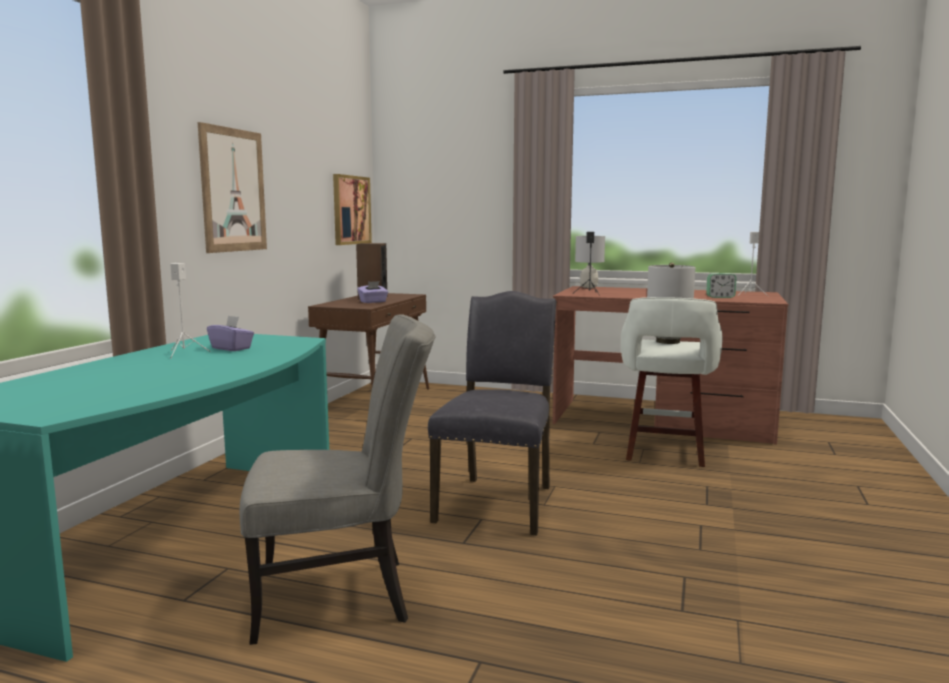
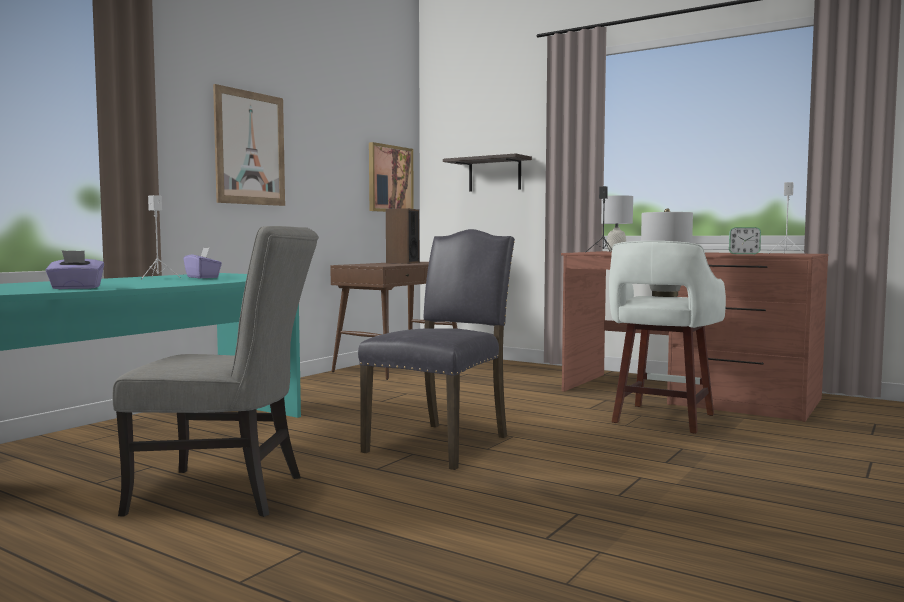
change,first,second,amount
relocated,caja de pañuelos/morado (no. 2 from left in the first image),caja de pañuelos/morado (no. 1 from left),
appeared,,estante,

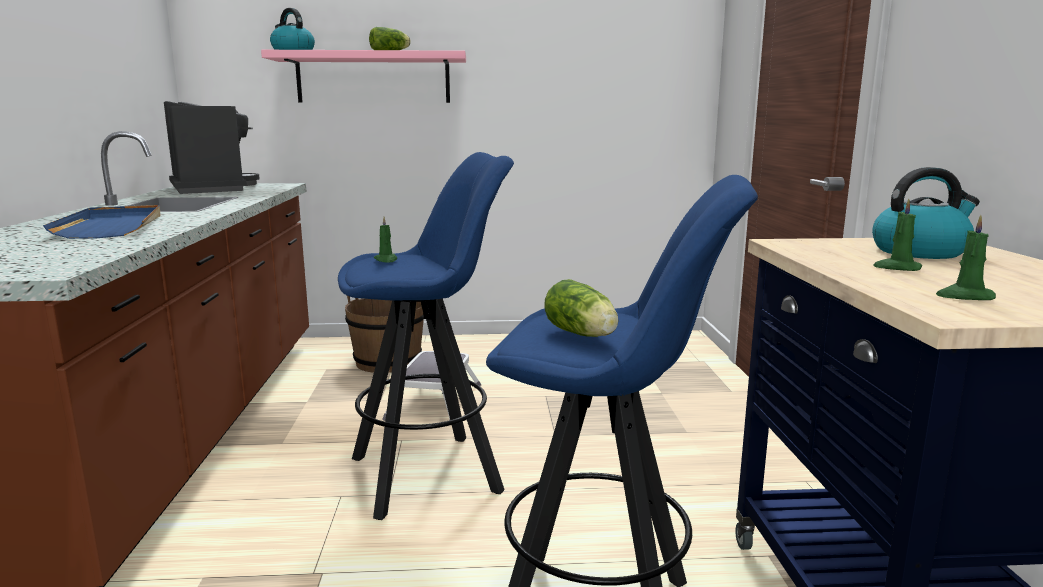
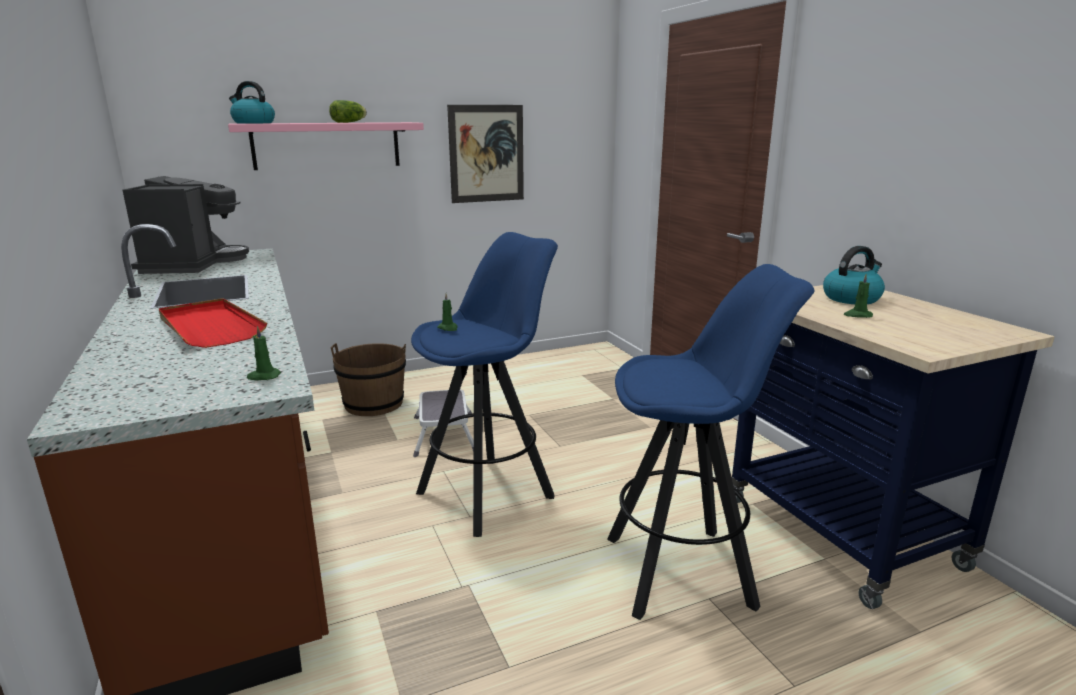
change,first,second,amount
colour,bandeja/azul,bandeja/rojo,
spun,cafetera,,45 degrees clockwise
missing,lechuga (no. 2 from left),,
relocated,vela/verde (no. 3 from left in the first image),vela/verde (no. 1 from left),
appeared,,cuadro,

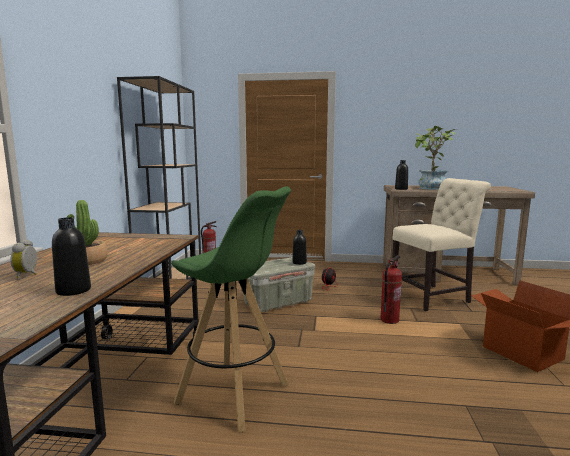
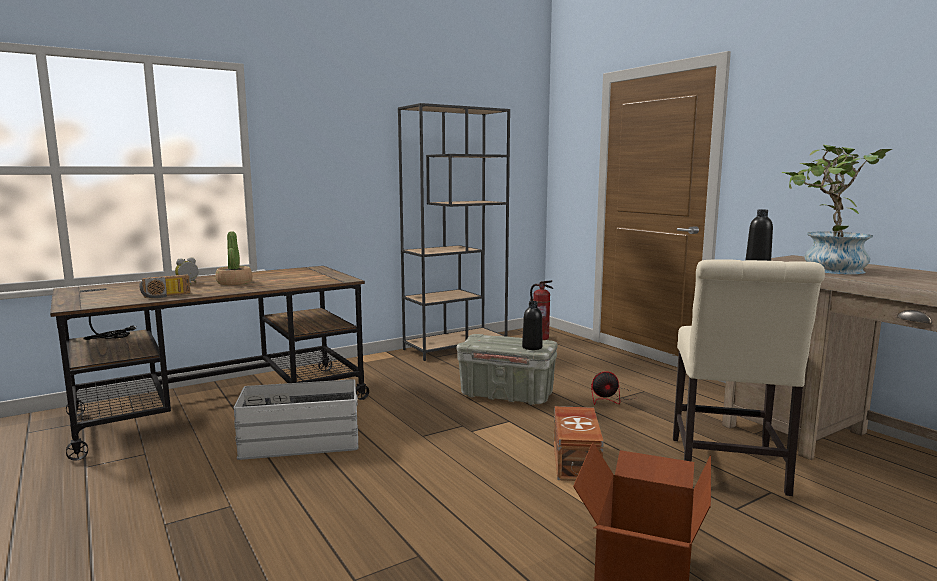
change,first,second,amount
exchanged,botella/negro (no. 1 from left),radio,
exchanged,taburete/verde,caja de almacenaje/gris (no. 1 from left),
exchanged,extintor (no. 2 from left),caja de almacenaje/marrón,
spun,silla/beis,,75 degrees clockwise

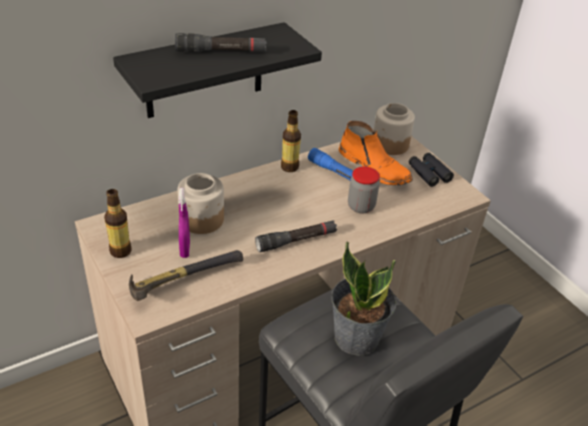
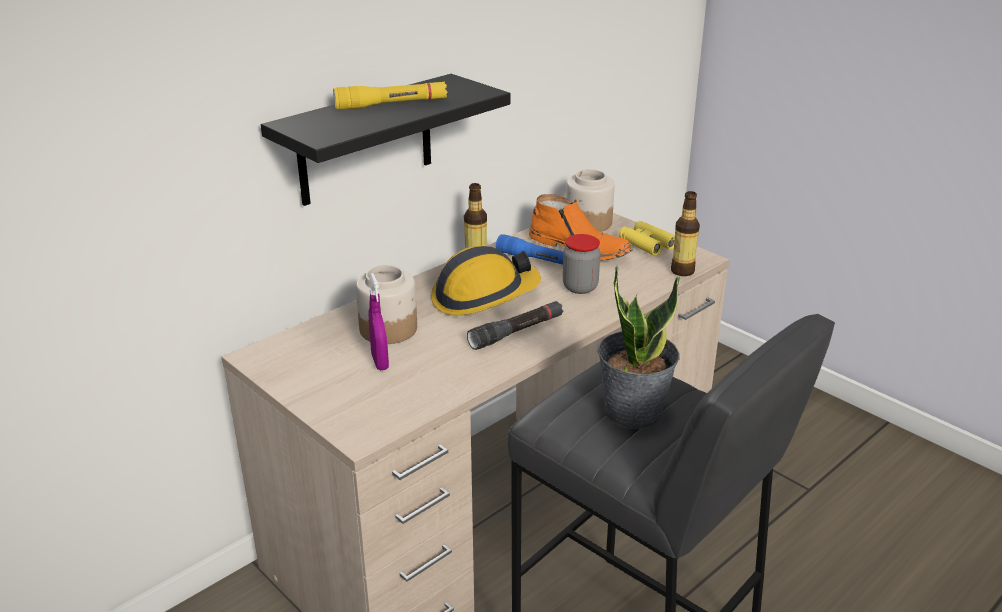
change,first,second,amount
relocated,botella (no. 1 from left in the first image),botella (no. 2 from left),
missing,martillo,,
colour,linterna/negro (no. 1 from left),linterna/amarillo,
colour,prismáticos/negro,prismáticos/amarillo,
appeared,,casco,

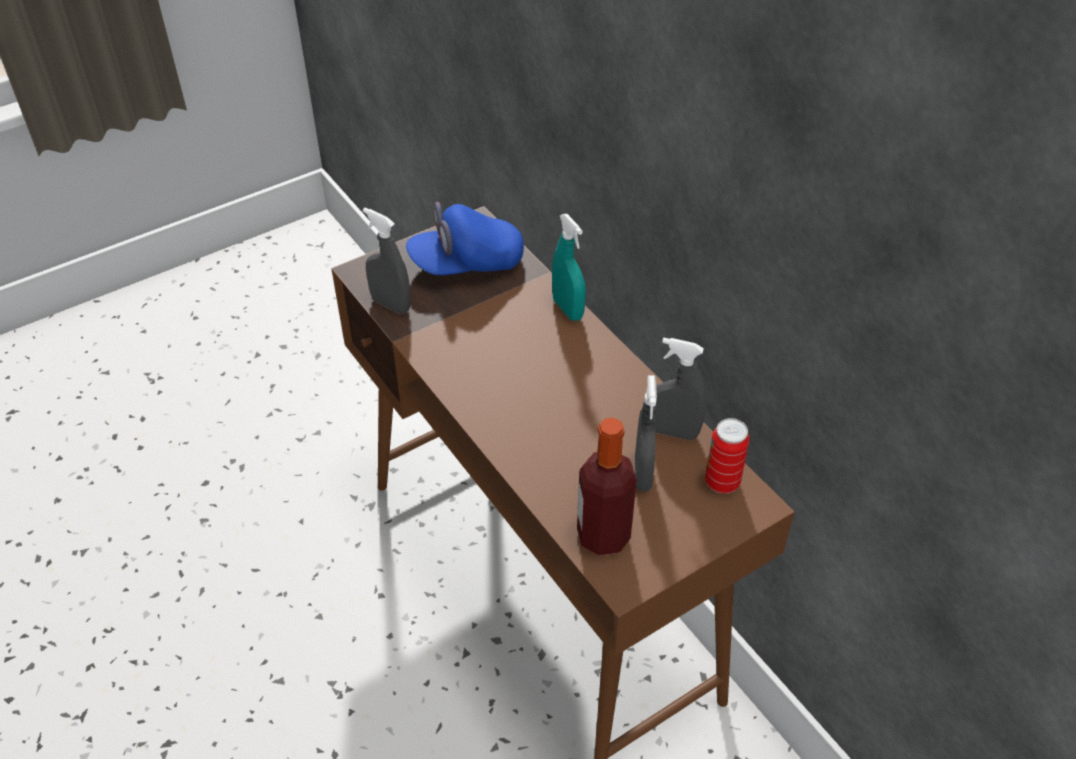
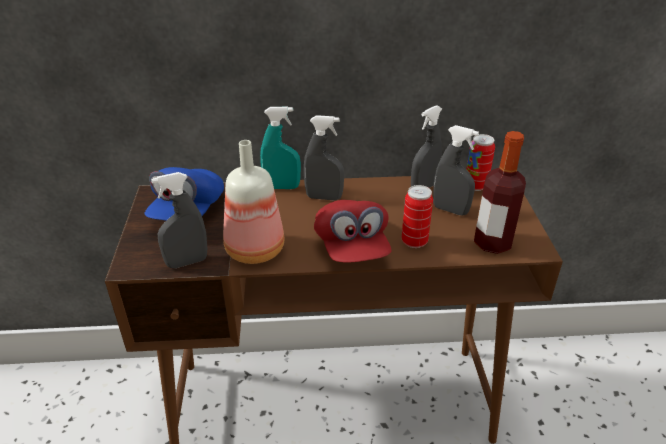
change,first,second,amount
appeared,,botella (no. 1 from left),
appeared,,pulverizador/gris (no. 2 from left),
appeared,,gorra/rojo,
appeared,,lata (no. 1 from left),

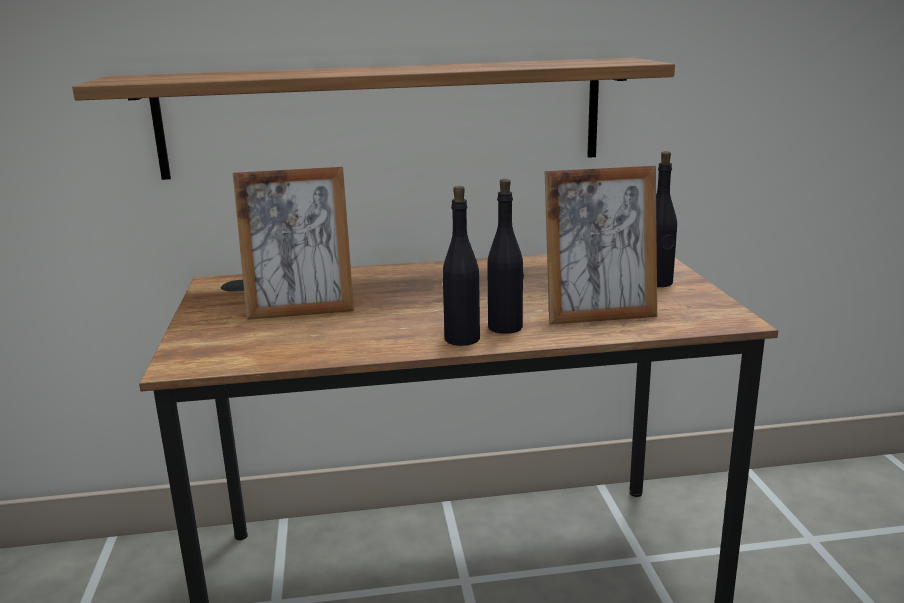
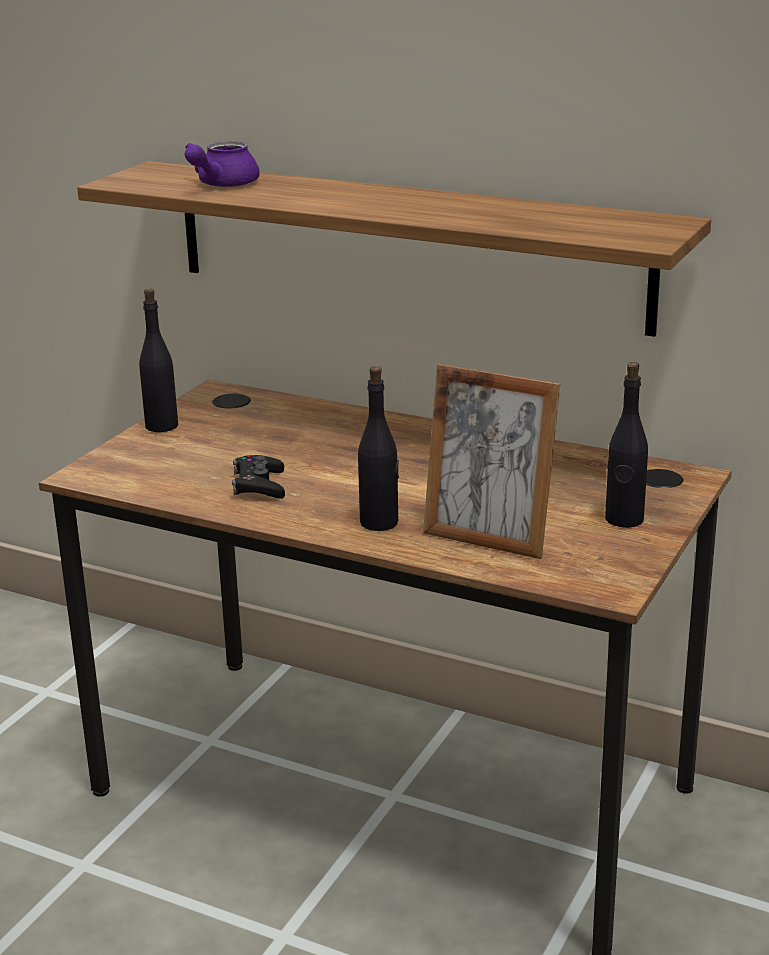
change,first,second,amount
missing,portarretratos (no. 1 from left),,
relocated,botella/negro (no. 1 from left),,
appeared,,tetera/morado,
appeared,,mando de consola/negro,

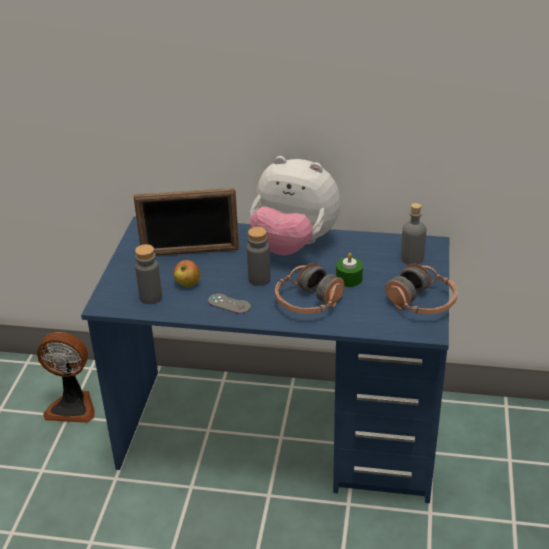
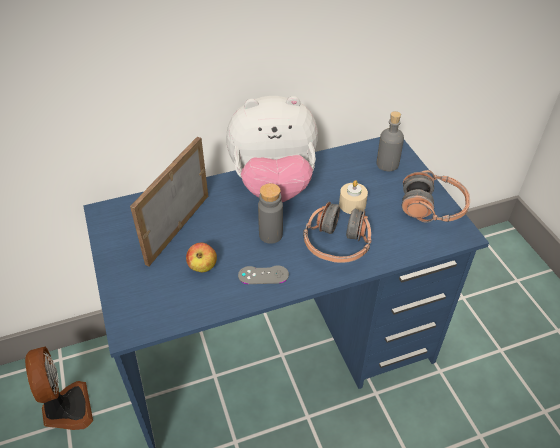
change,first,second,amount
spun,ventilador,,90 degrees counterclockwise
spun,portarretratos,,150 degrees clockwise
missing,botella/gris (no. 1 from left),,
colour,vela/verde,vela/beis,

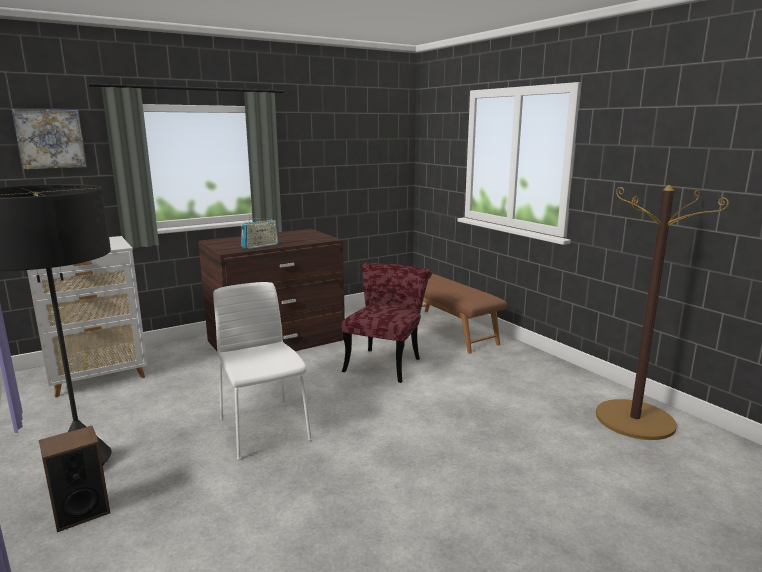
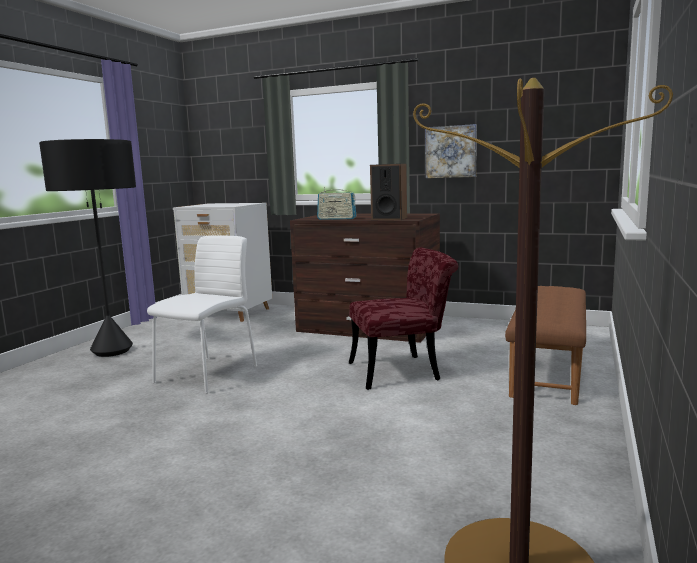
change,first,second,amount
relocated,cuadro,,
relocated,altavoz,,

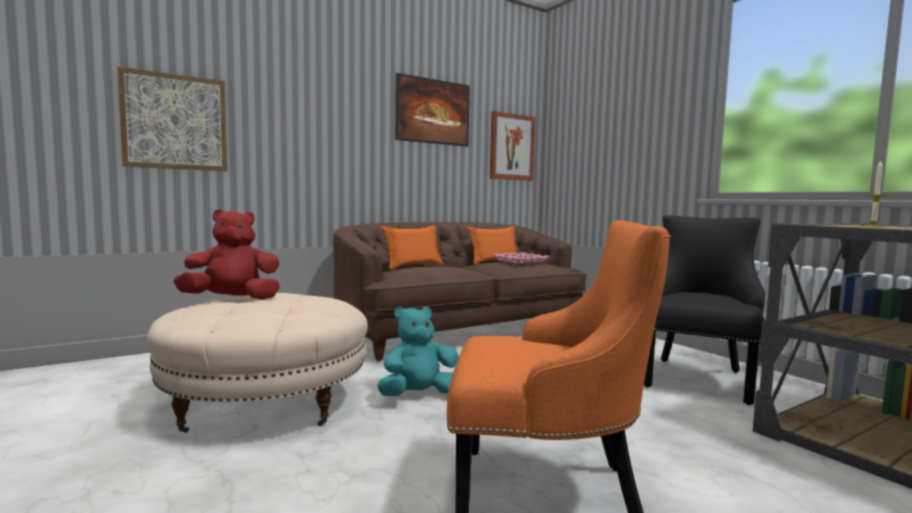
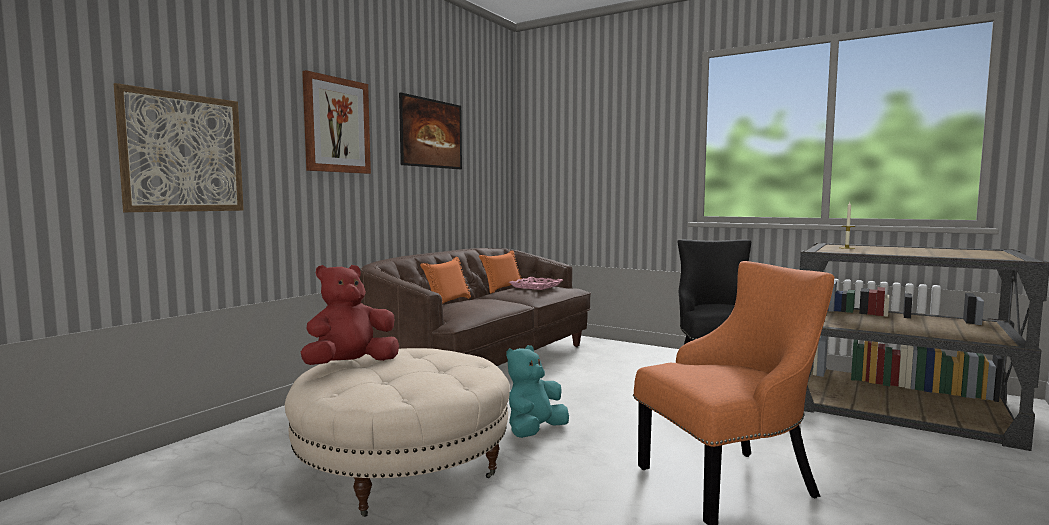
change,first,second,amount
relocated,cuadro (no. 3 from left in the first image),cuadro (no. 2 from left),

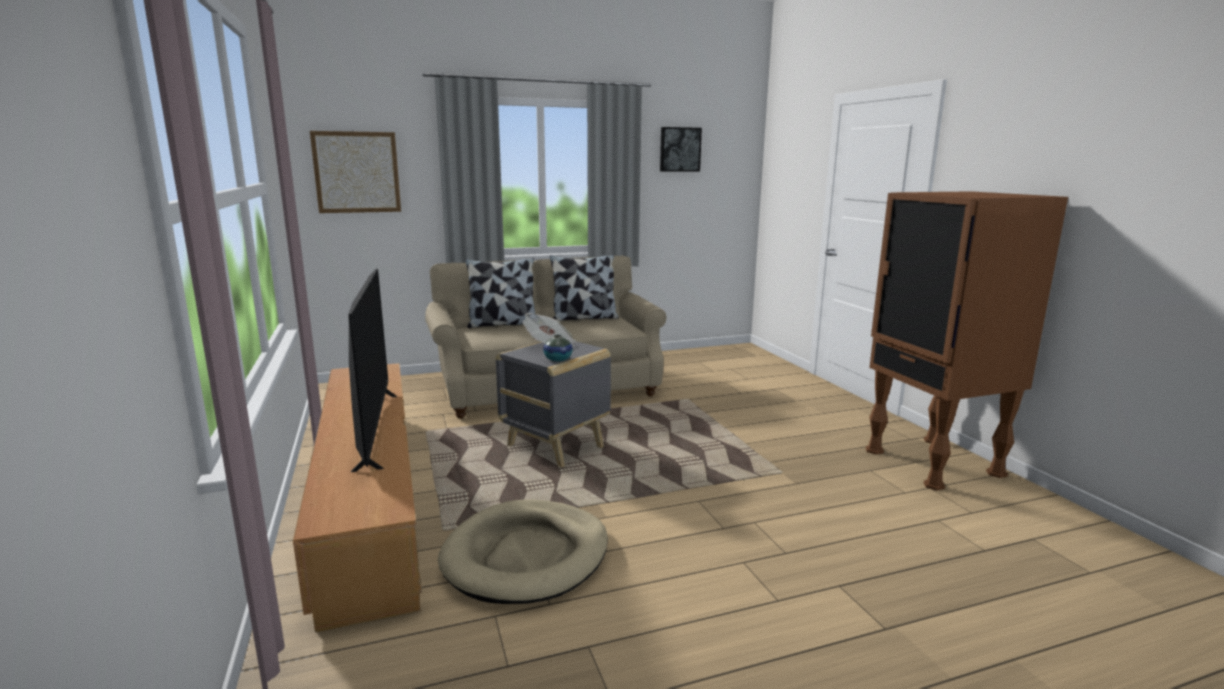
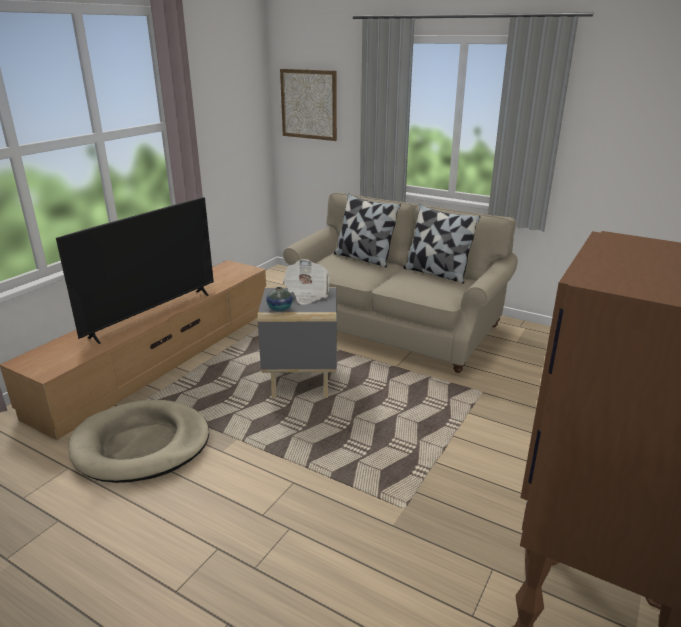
change,first,second,amount
missing,cuadro (no. 2 from left),,

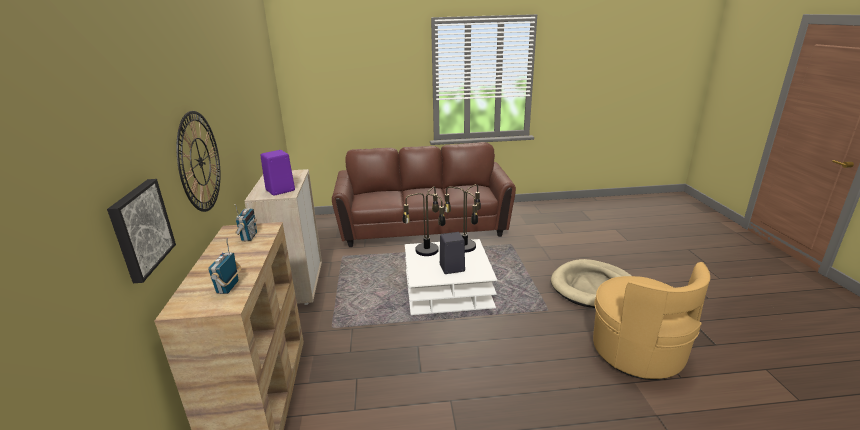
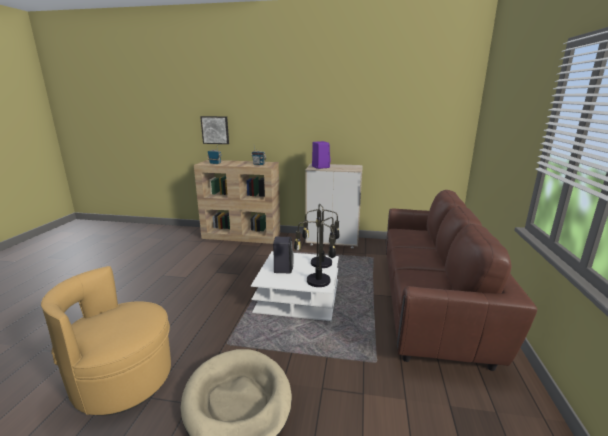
change,first,second,amount
missing,reloj de pared,,

